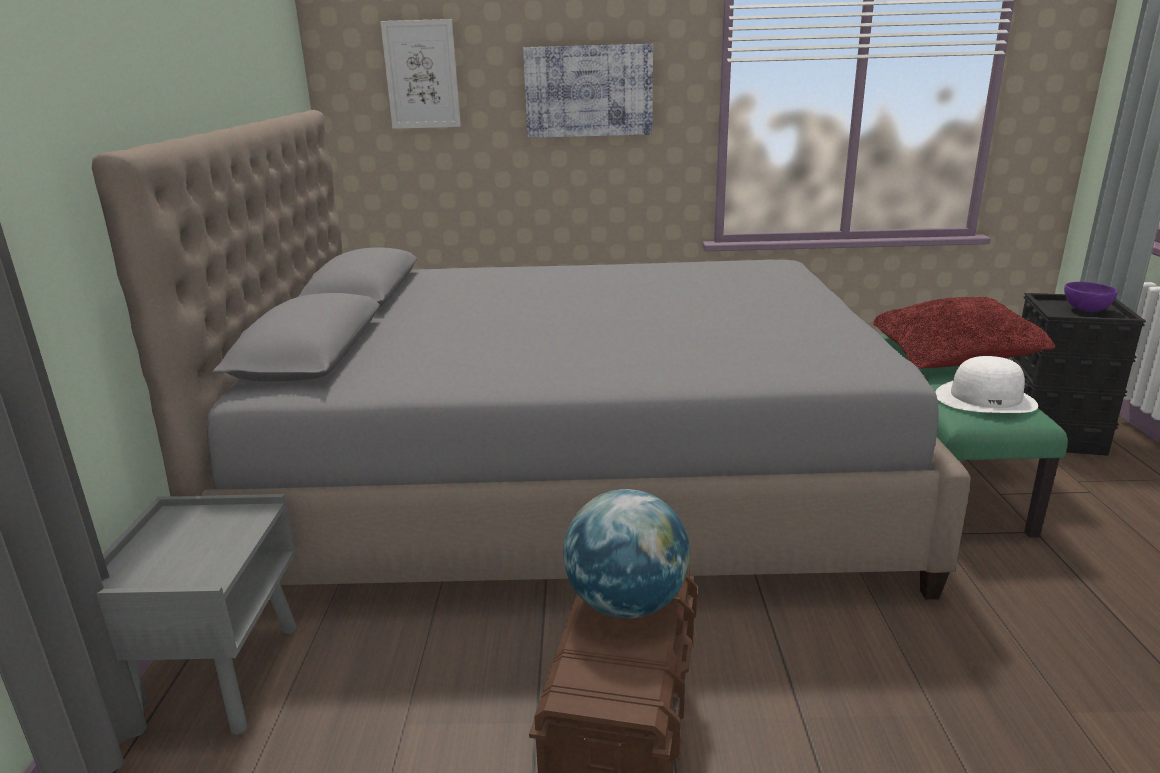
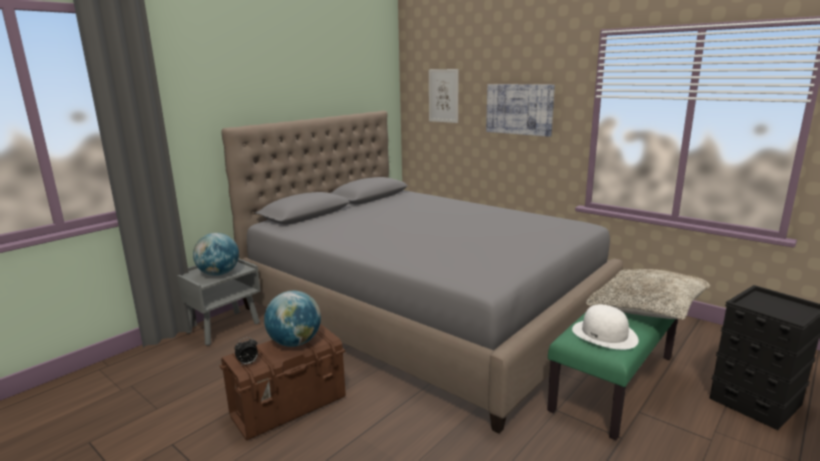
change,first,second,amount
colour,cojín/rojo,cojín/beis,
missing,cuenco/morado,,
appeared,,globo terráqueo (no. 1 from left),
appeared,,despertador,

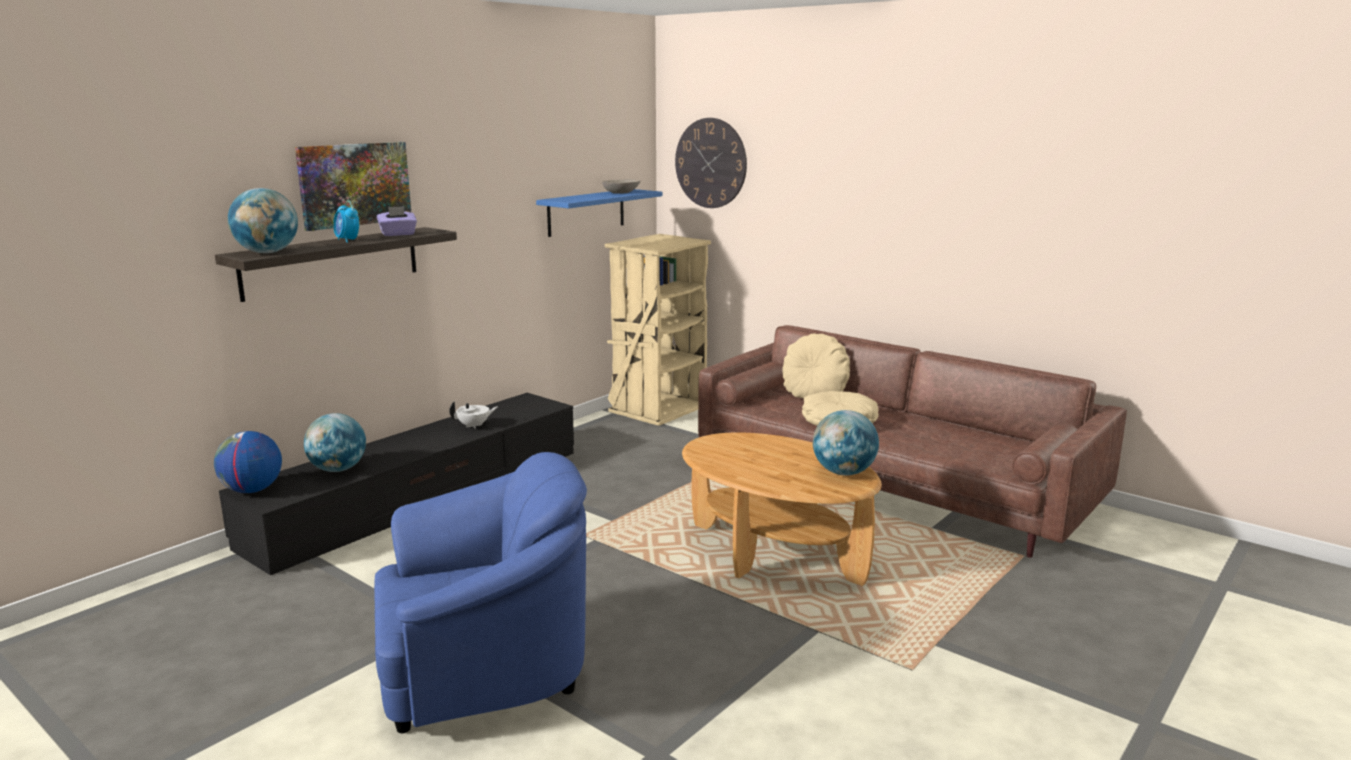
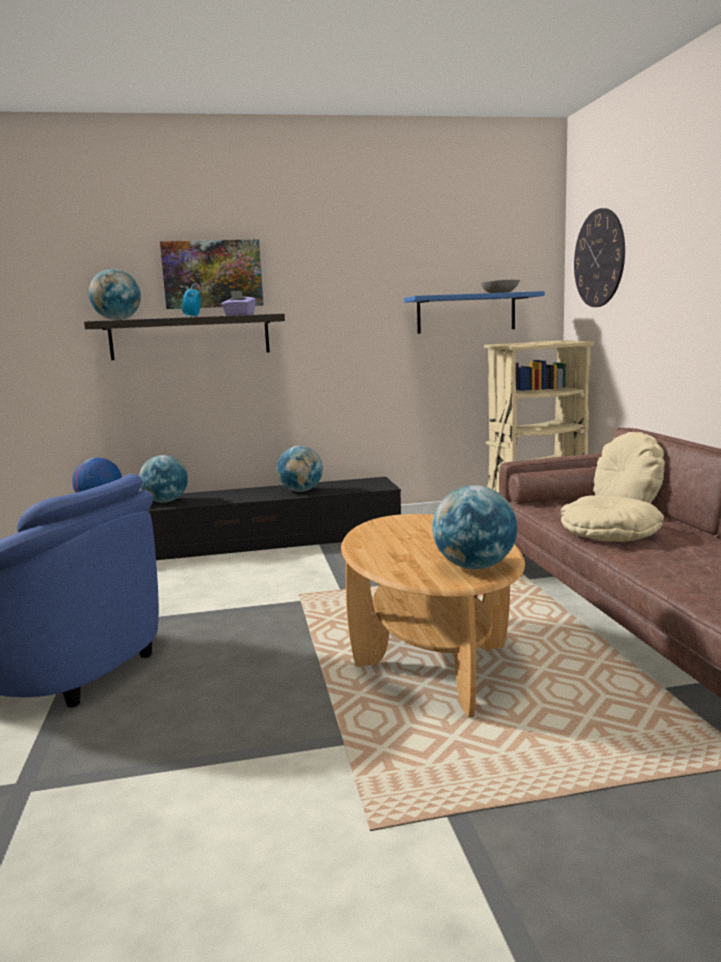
change,first,second,amount
exchanged,tetera/blanco,globo terráqueo (no. 4 from left),

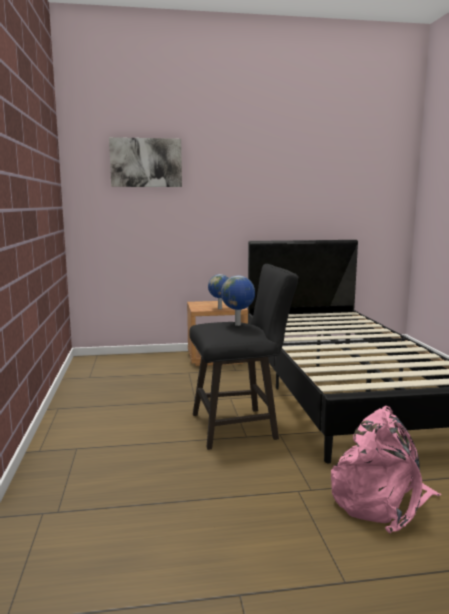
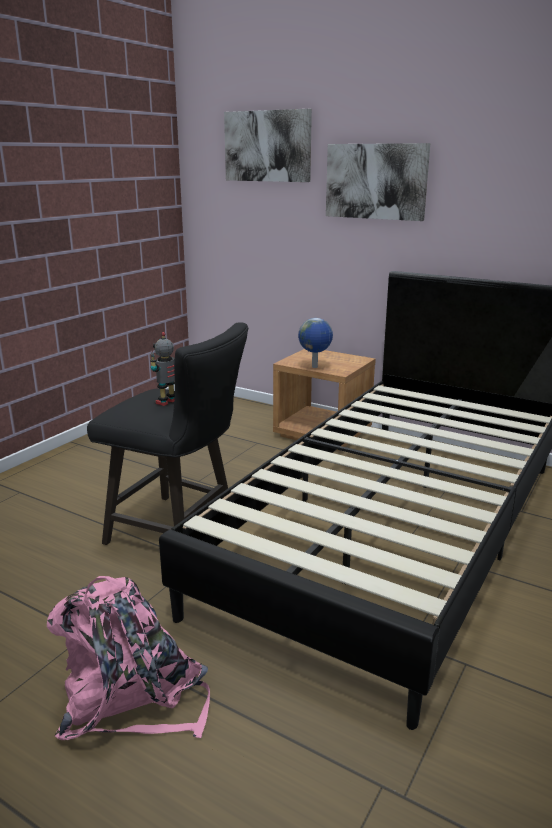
change,first,second,amount
exchanged,globo terráqueo (no. 2 from left),robot de juguete,
appeared,,cuadro (no. 2 from left),

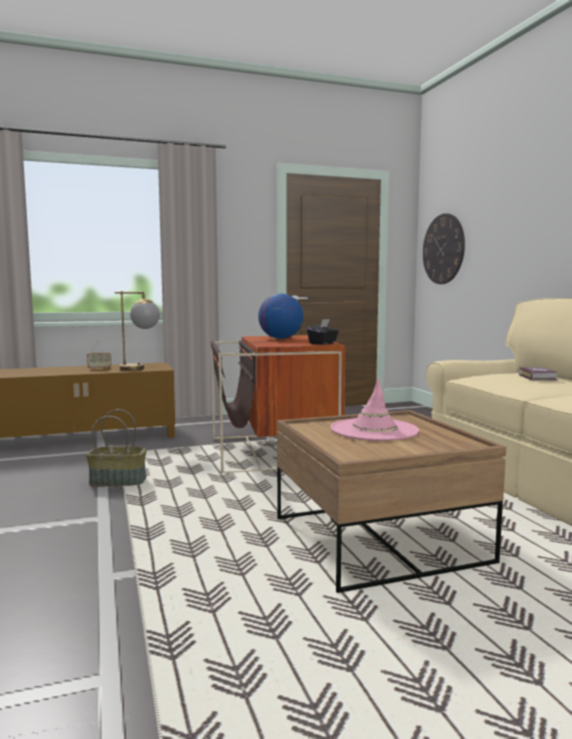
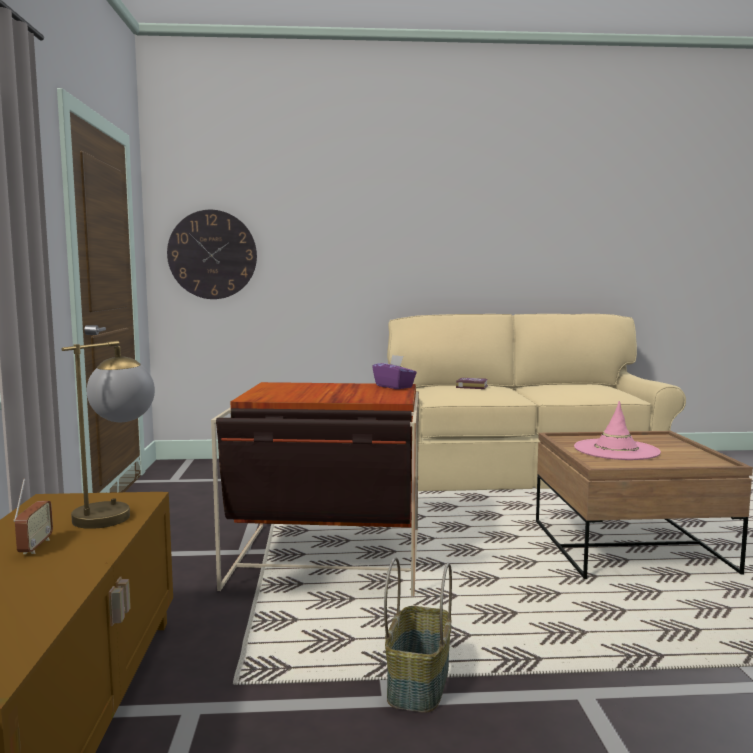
change,first,second,amount
missing,globo terráqueo,,
colour,caja de pañuelos/negro,caja de pañuelos/morado,

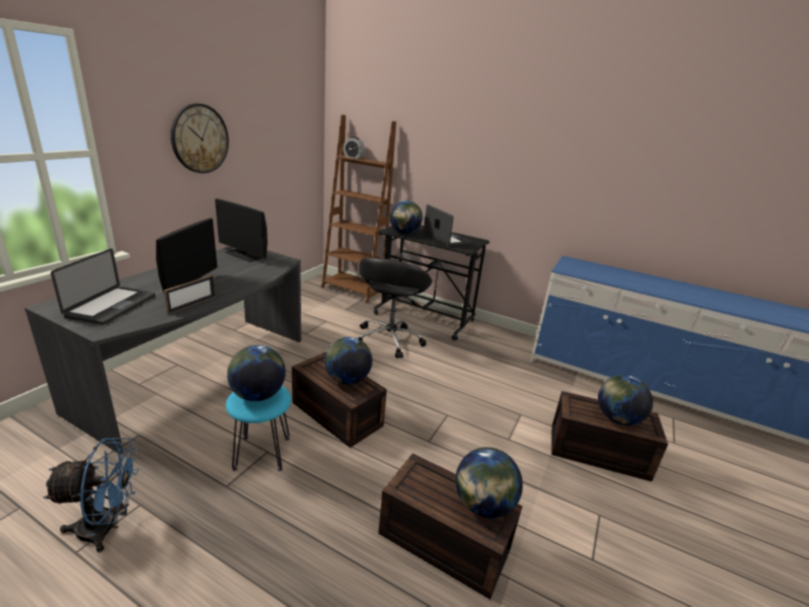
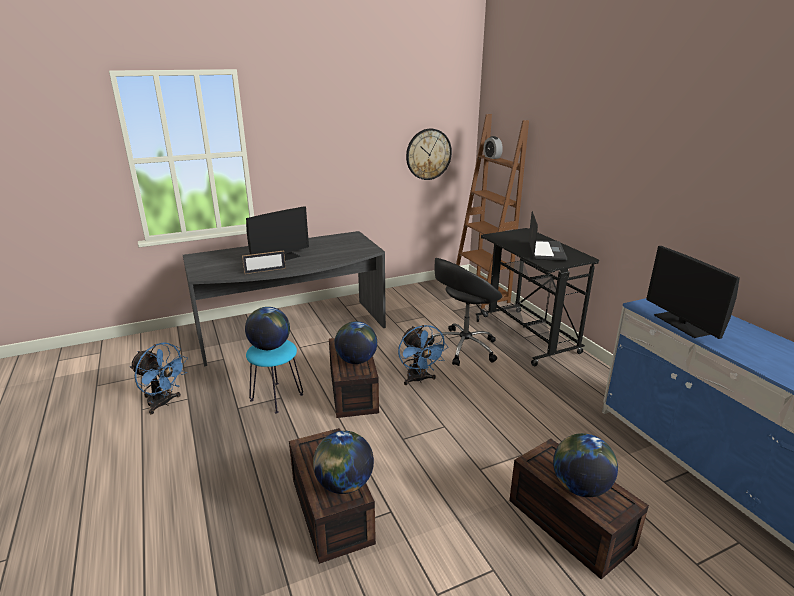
change,first,second,amount
missing,portátil (no. 1 from left),,
relocated,reloj de pared,,
relocated,monitor (no. 2 from left),,
missing,globo terráqueo (no. 3 from left),,
appeared,,ventilador/azul (no. 2 from left),

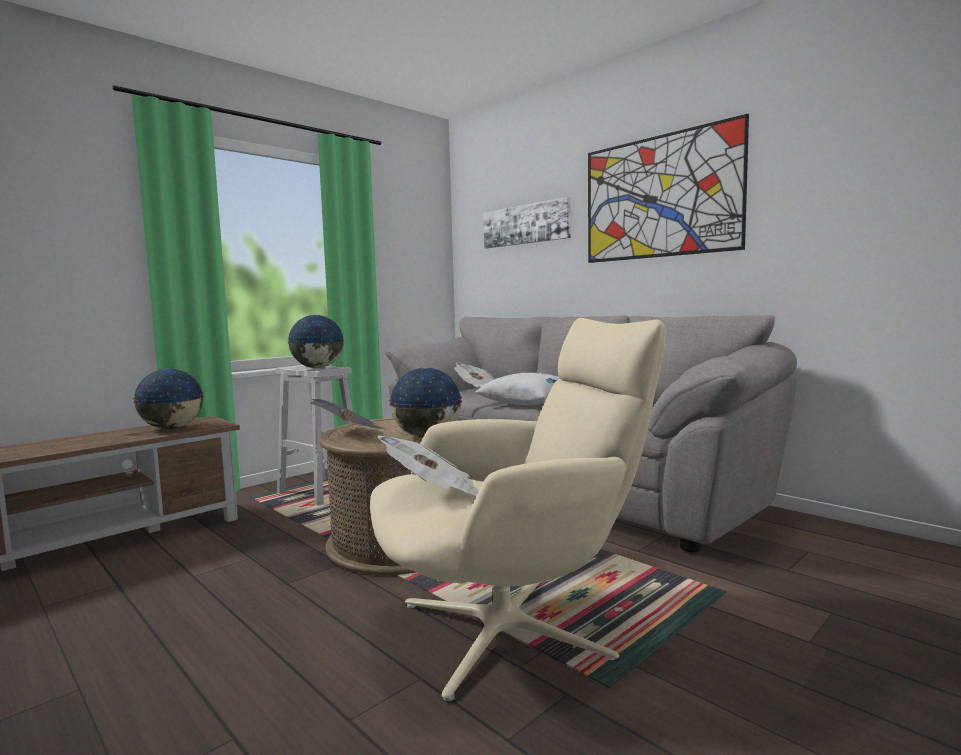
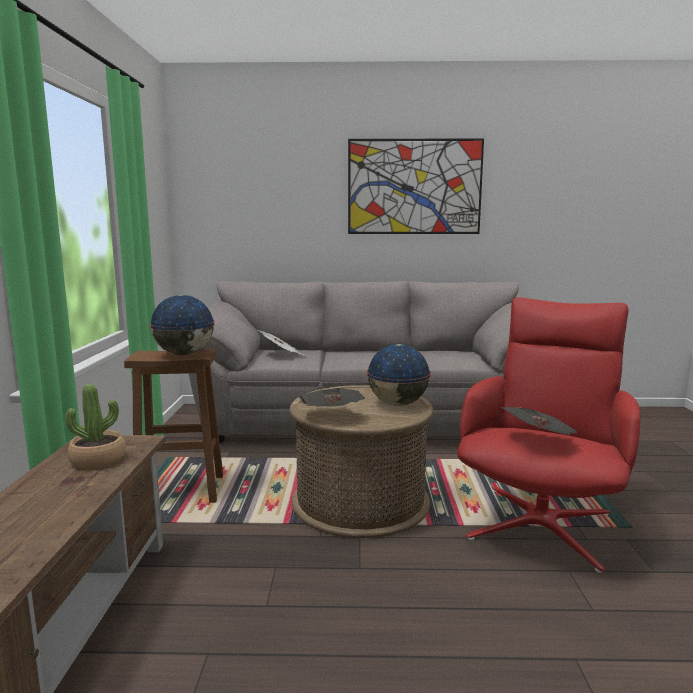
change,first,second,amount
exchanged,globo terráqueo (no. 1 from left),planta en maceta,
colour,taburete/blanco,taburete/marrón,
colour,sillón/beis,sillón/rojo,
missing,cojín/gris,,
missing,cuadro (no. 1 from left),,

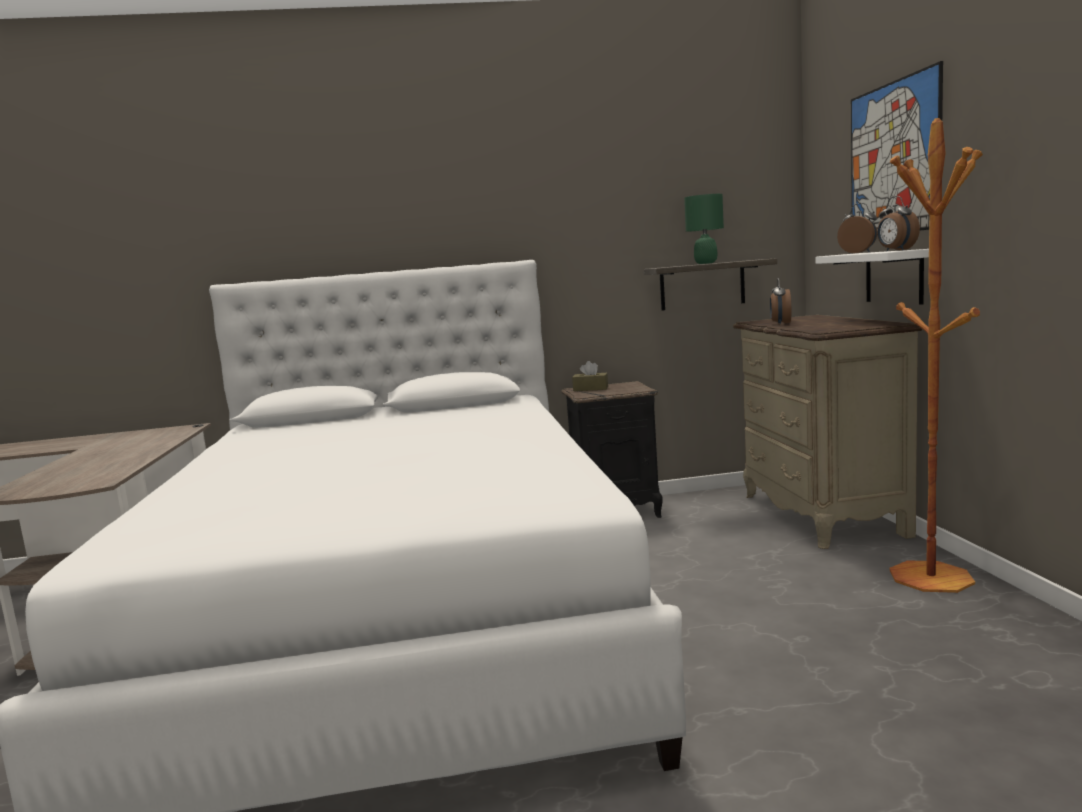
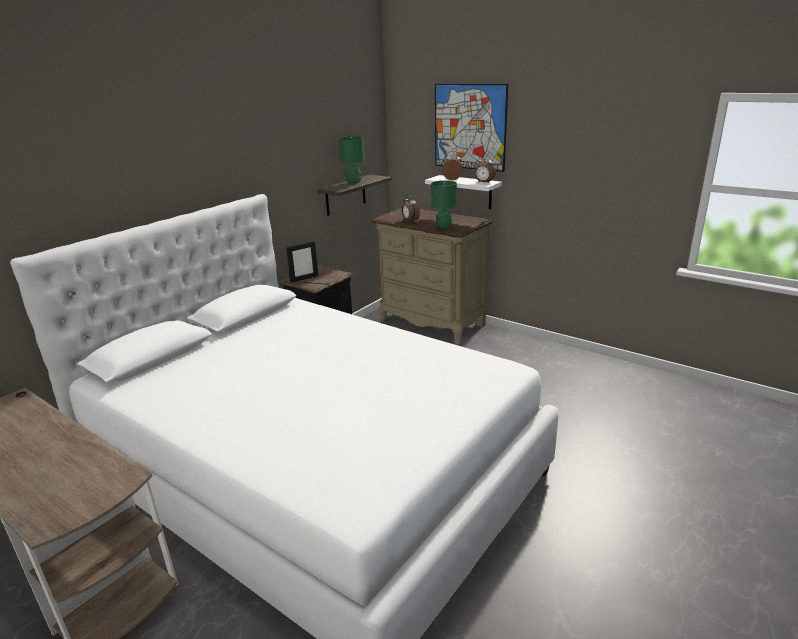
change,first,second,amount
exchanged,caja de pañuelos/marrón,portarretratos,
missing,perchero/naranja,,
appeared,,lámpara de mesa/verde (no. 2 from left),

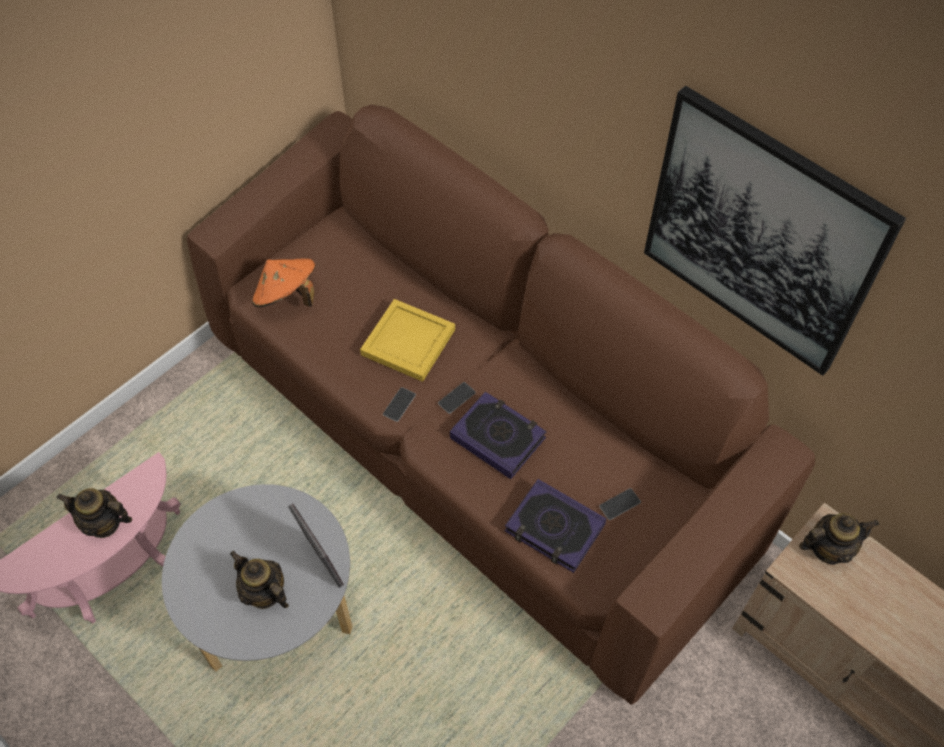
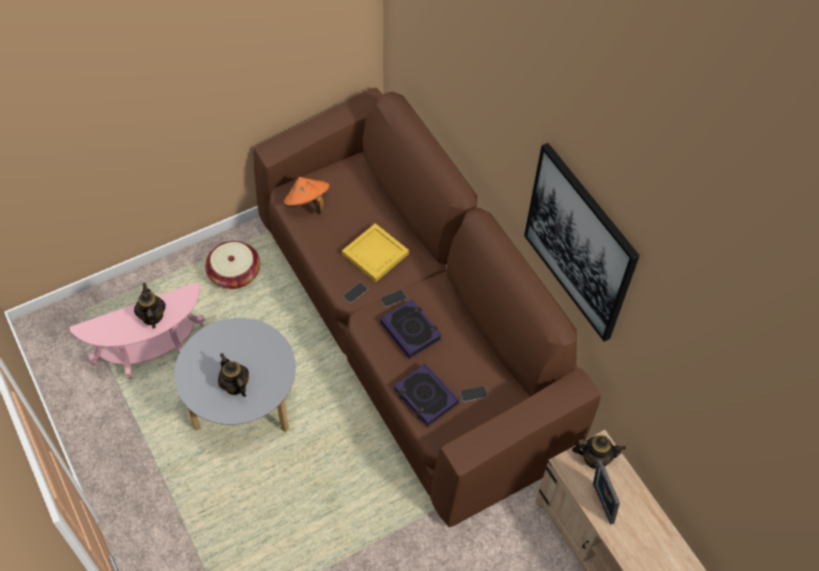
change,first,second,amount
spun,tetera (no. 1 from left),,45 degrees clockwise
relocated,portarretratos,,
appeared,,cesta,

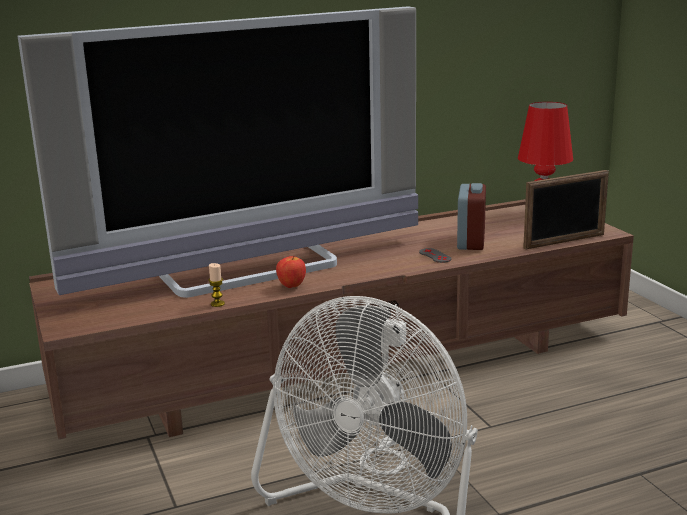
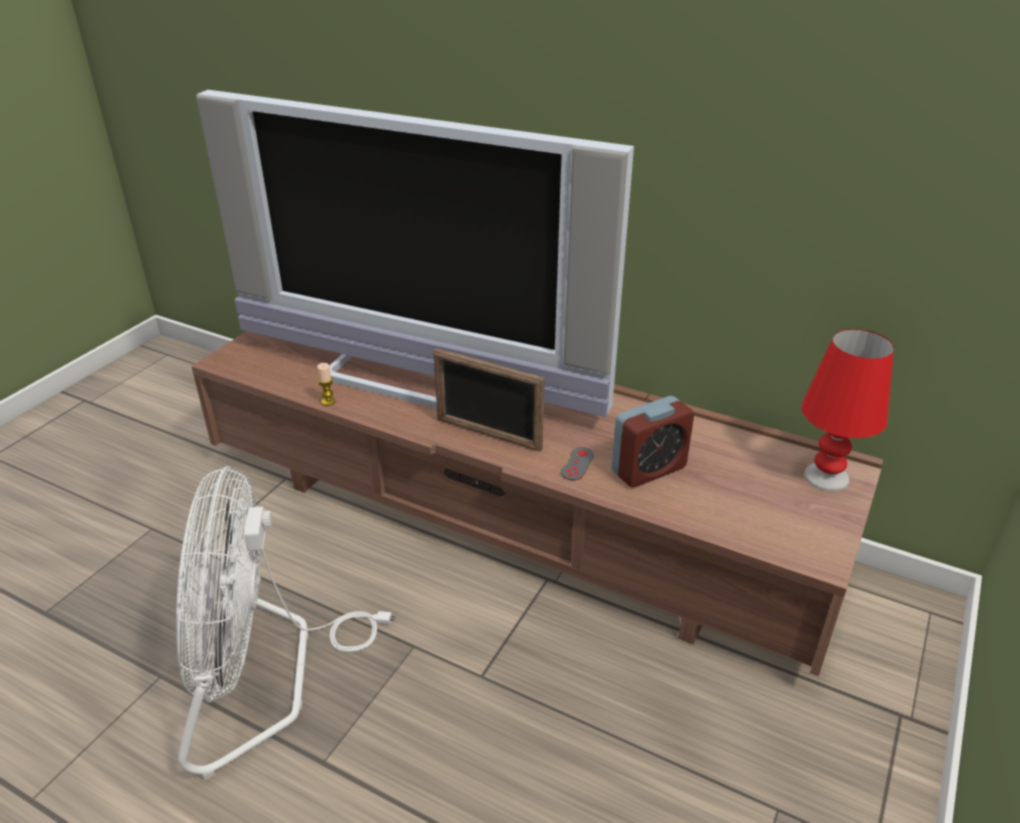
change,first,second,amount
missing,manzana,,
relocated,portarretratos,,

